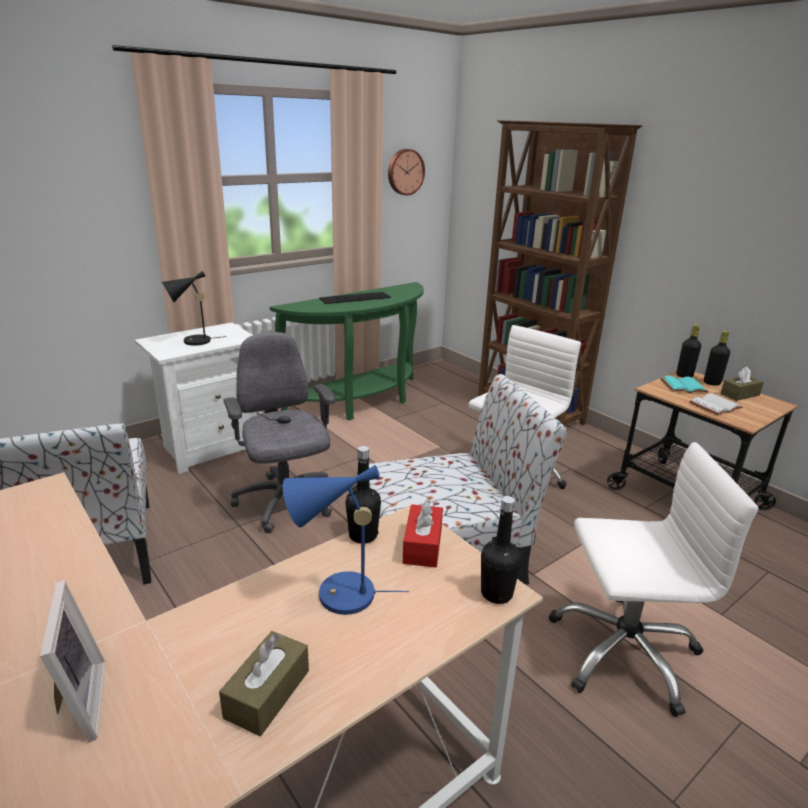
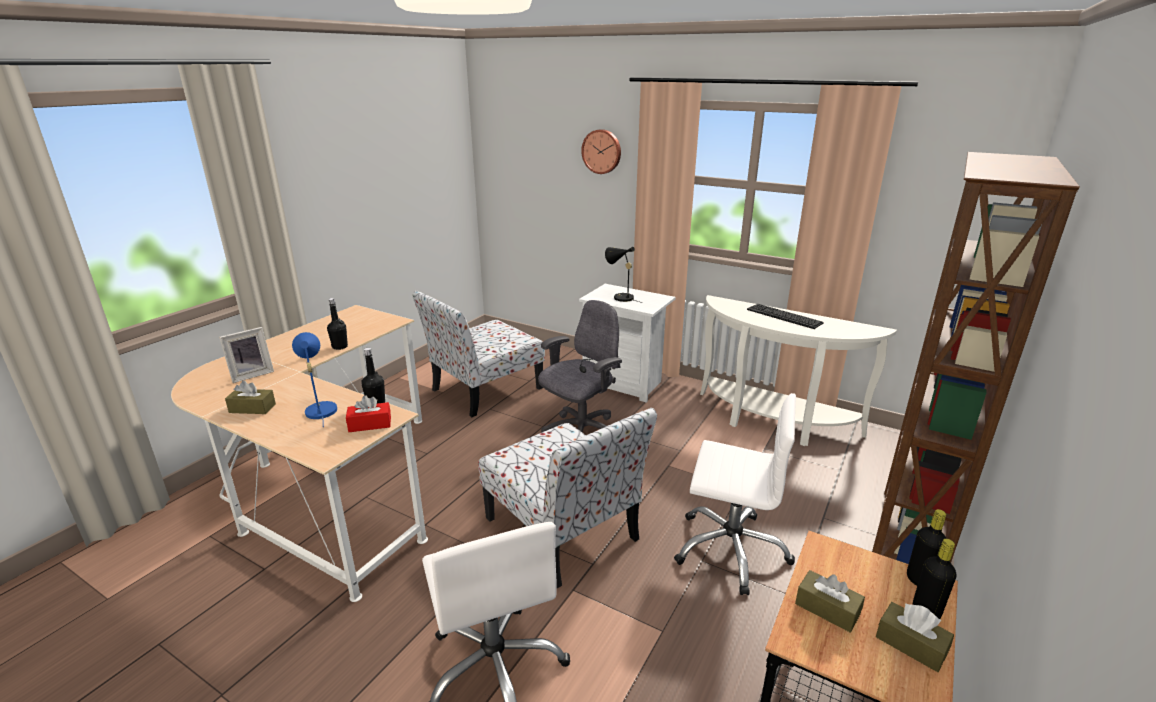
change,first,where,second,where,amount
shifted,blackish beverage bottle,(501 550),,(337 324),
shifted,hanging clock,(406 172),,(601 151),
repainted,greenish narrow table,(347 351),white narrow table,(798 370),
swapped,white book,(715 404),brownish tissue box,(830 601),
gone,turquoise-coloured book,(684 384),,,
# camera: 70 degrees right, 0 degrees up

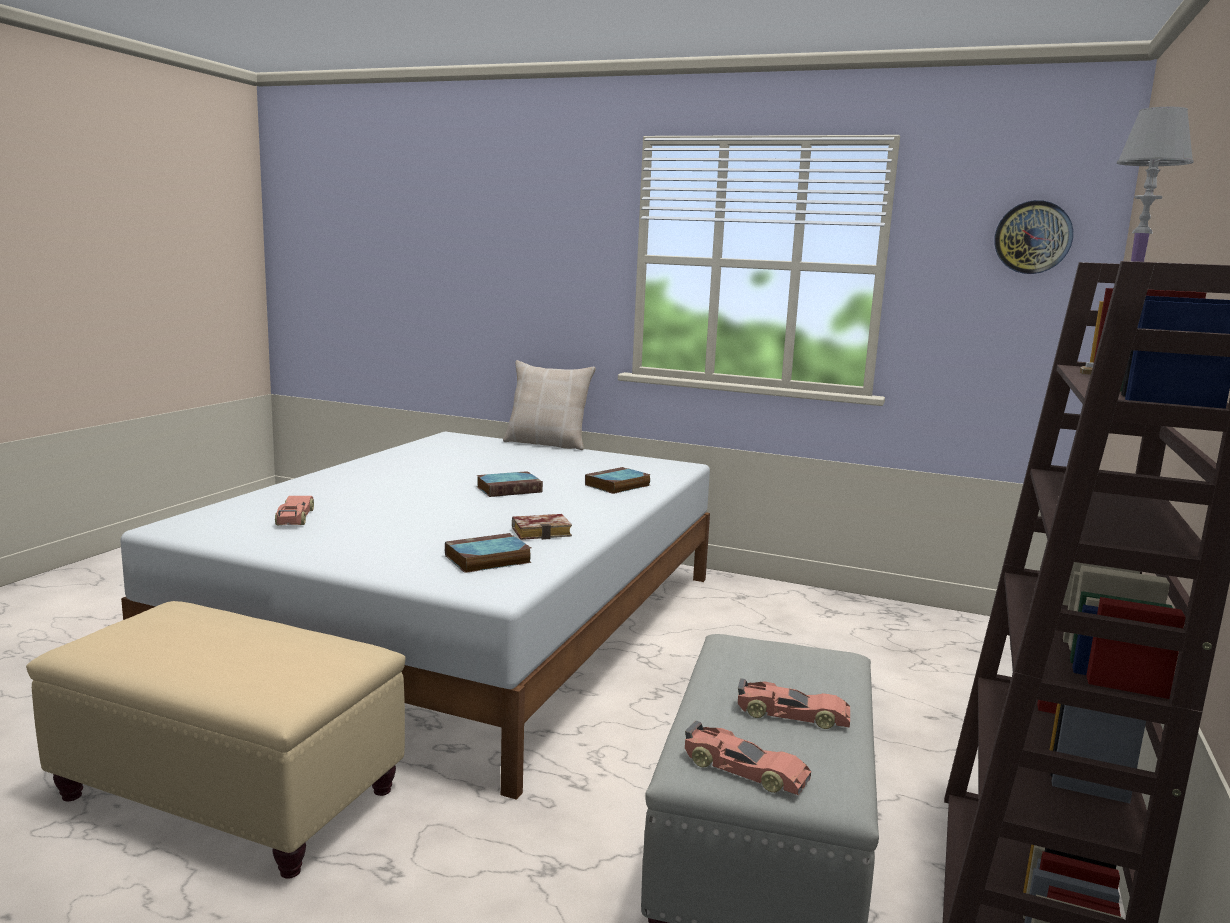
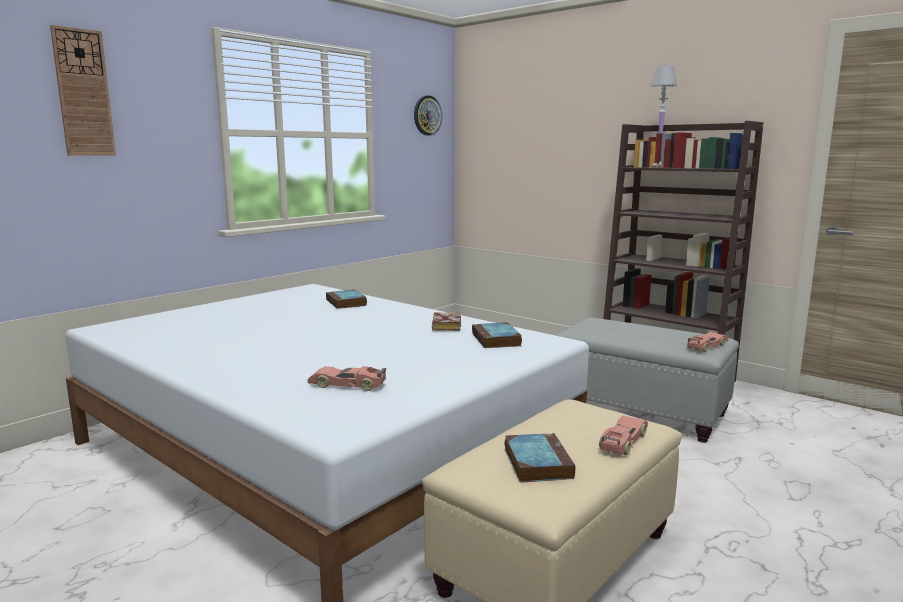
change,first,where,second,where,amount
new,,,hanging clock,(83 90),
shifted,book,(509 484),,(539 458),
shifted,model car,(794 703),,(623 435),
gone,beige cushion,(549 405),,,
# camera: 70 degrees left, 0 degrees up

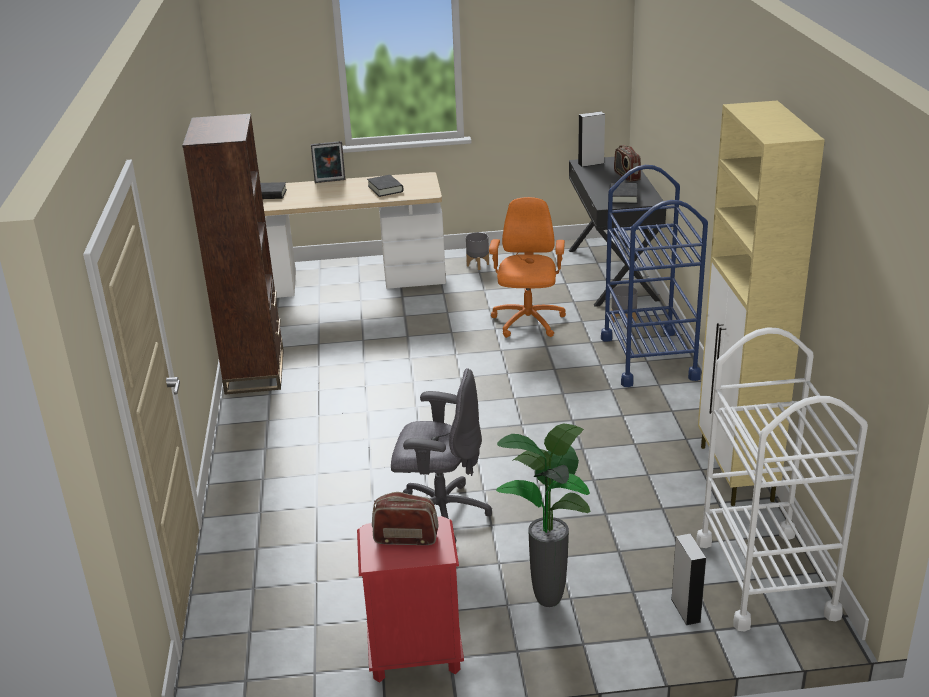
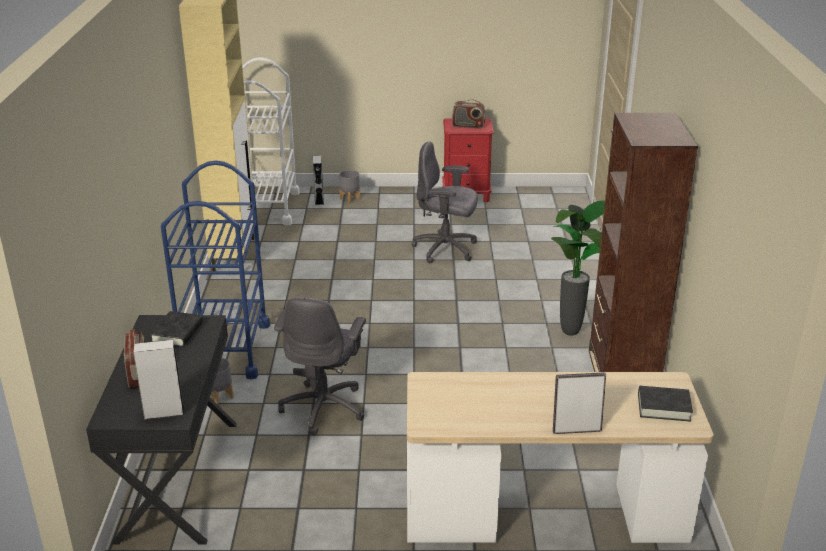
change,first,where,second,where,amount
repainted,orange desk chair,(527 267),grey desk chair,(320 366),
shifted,grey planter,(477 251),,(349 187),
shifted,potted plant,(543 515),,(578 267),
gone,blackish book,(385 186),,,
# camera: 175 degrees left, 0 degrees up

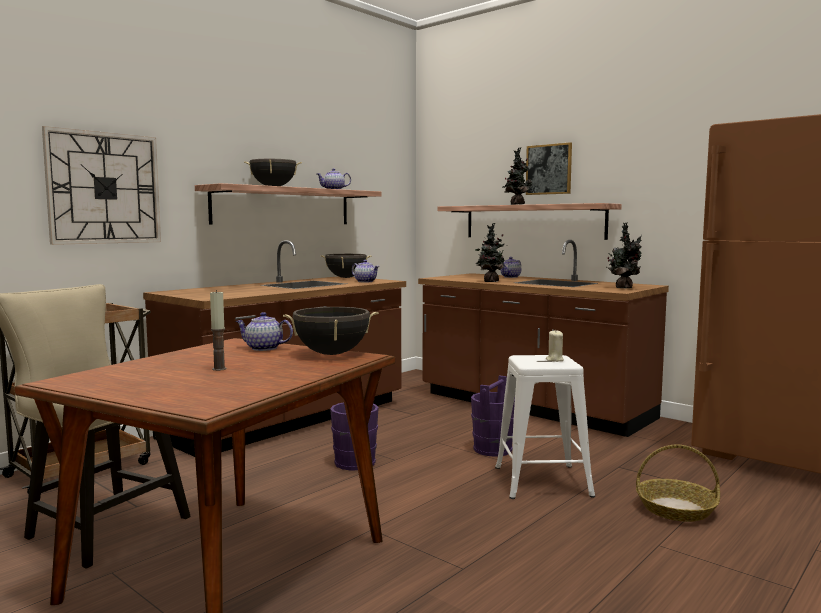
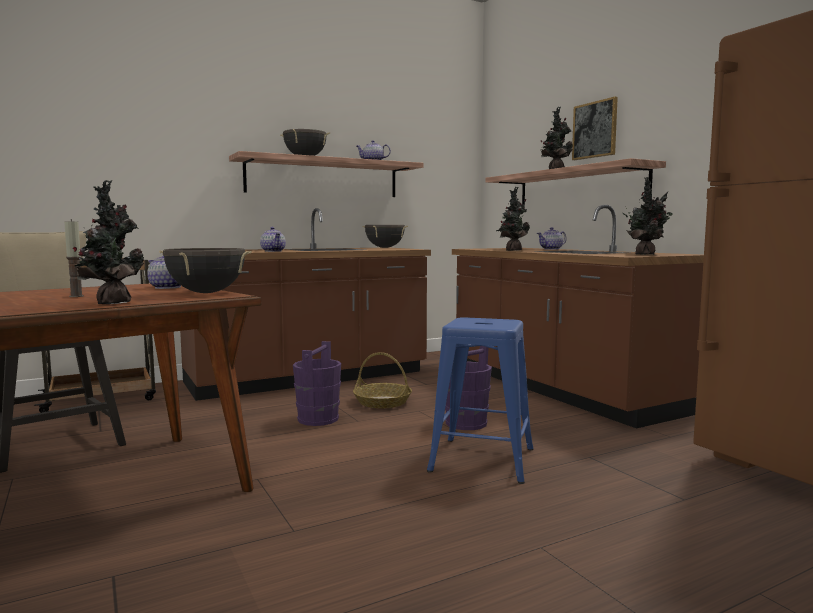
change,first,where,second,where,amount
new,,,potted plant,(108 242),
shifted,tea pot,(365 271),,(273 239),
shifted,household basket,(678 483),,(382 380),
repainted,white stool,(545 427),blue-coloured stool,(480 400),
gone,hanging clock,(101 185),,,
gone,beige candle,(555 346),,,
# camera: 20 degrees right, 0 degrees up

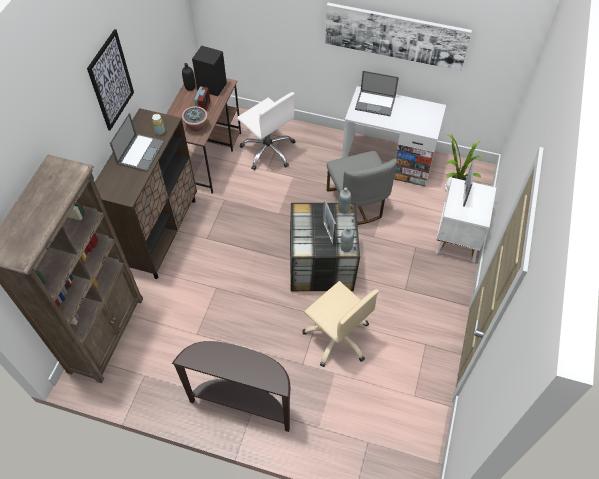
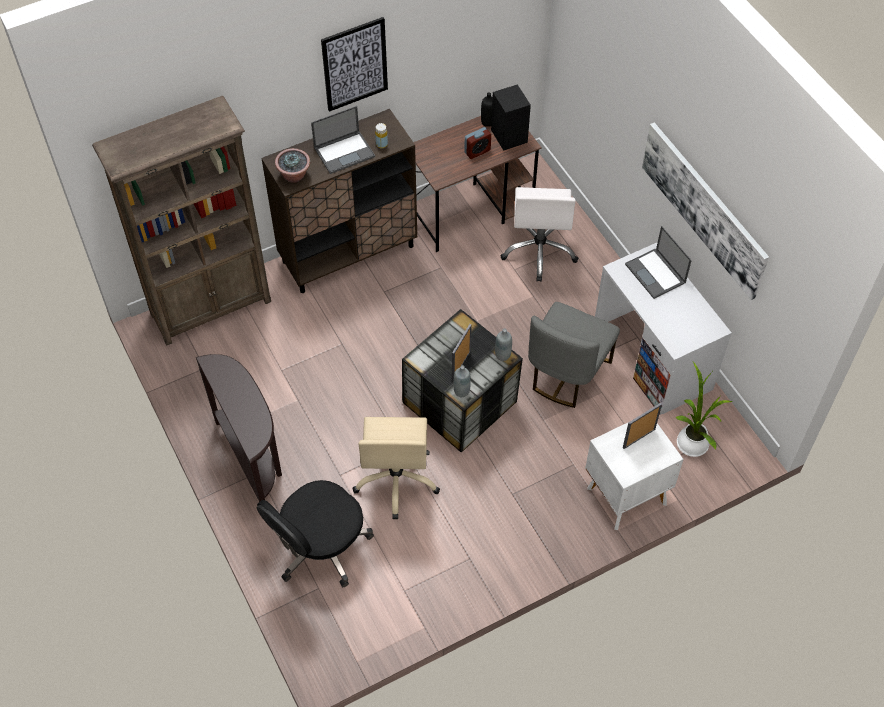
change,first,where,second,where,amount
new,,,blackish desk chair,(315 533),
shifted,potted plant,(195 119),,(292 165),
# camera: 45 degrees right, 0 degrees up

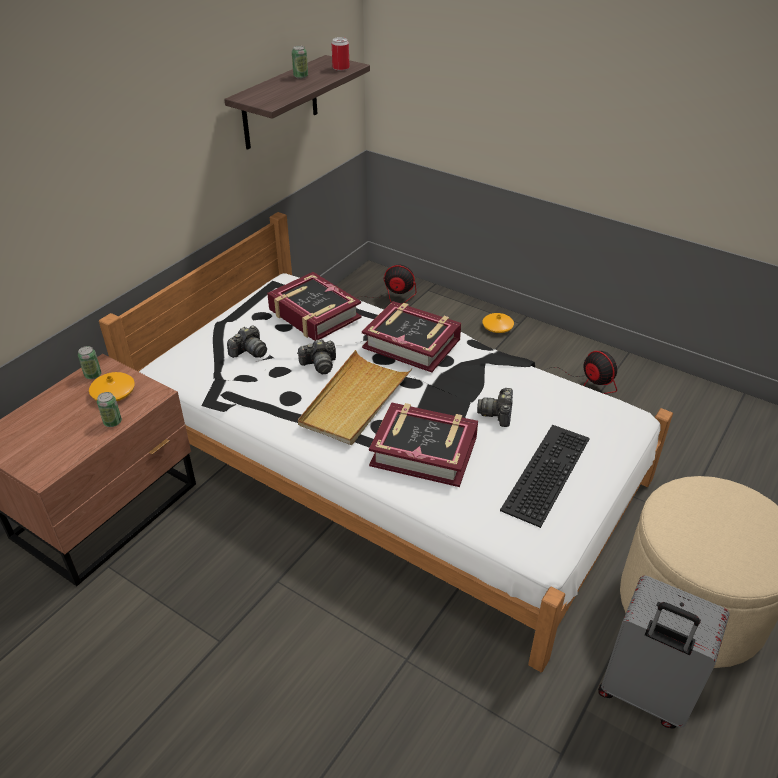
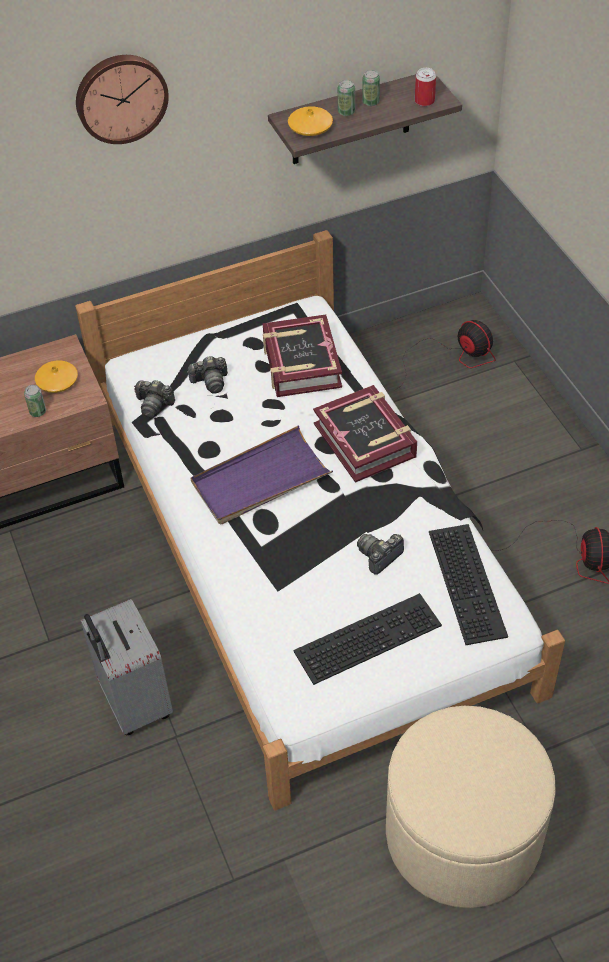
change,first,where,second,where,amount
new,,,hanging clock,(122 99),
shifted,grey suitcase,(664 652),,(126 667),
shifted,still camera,(316 356),,(154 399),
repainted,beige carrying tray,(355 397),purplish carrying tray,(262 474),
shifted,orange vase,(498 323),,(310 121),
shifted,can,(89 362),,(346 98),
new,,,computer keyboard,(468 584),
gone,book,(423 444),,,
# camera: 35 degrees right, 10 degrees up

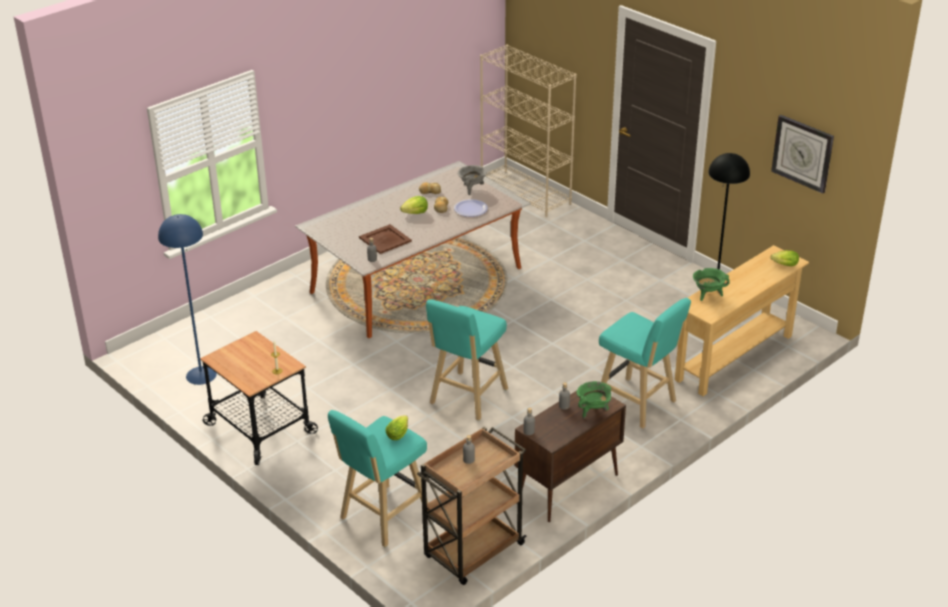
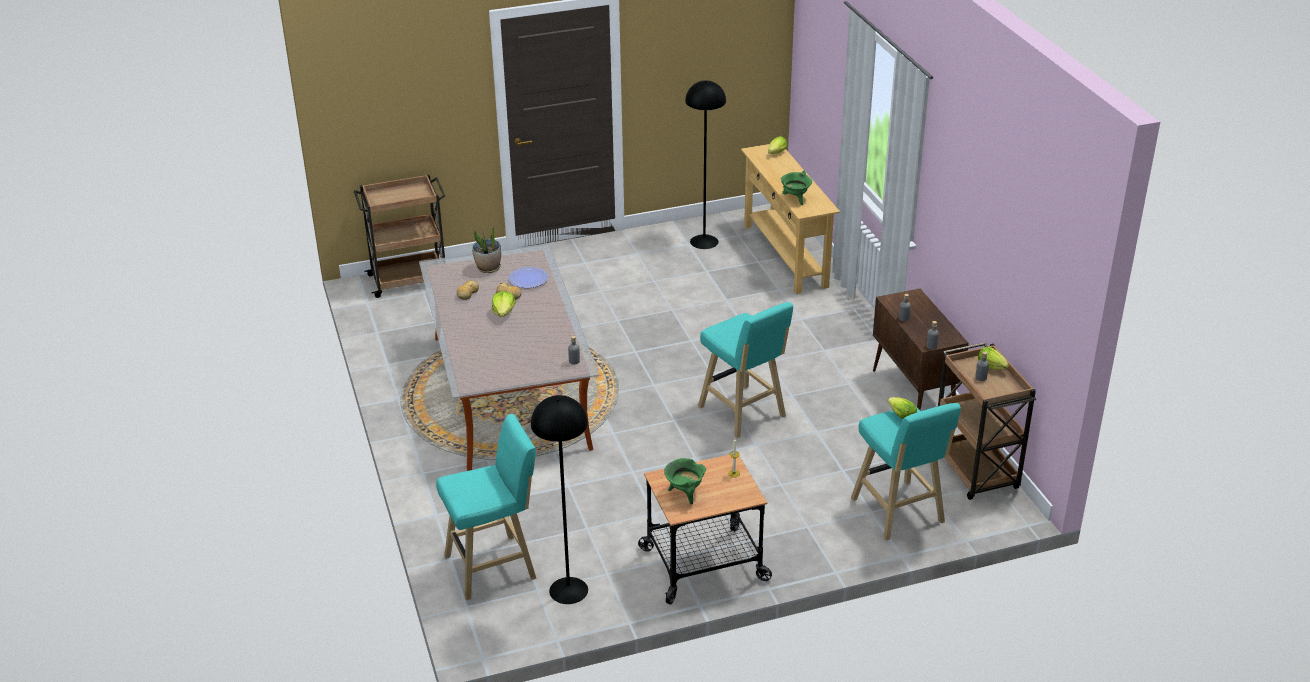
change,first,where,second,where,amount
swapped,beige bookcase,(528 131),brownish wheeled cart,(399 236),
shifted,turquoise-coloured stool,(645 363),,(486 507),
swapped,grey stockpot,(472 180),potted plant,(486 249),
repainted,blue-coloured standard lamp,(187 299),blackish standard lamp,(559 499),
shifted,greenish stockpot,(594 400),,(685 481),
new,,,lettuce head,(993 358),
gone,brownish carrying tray,(385 239),,,
gone,hanging clock,(802 154),,,
# camera: 65 degrees left, 0 degrees up

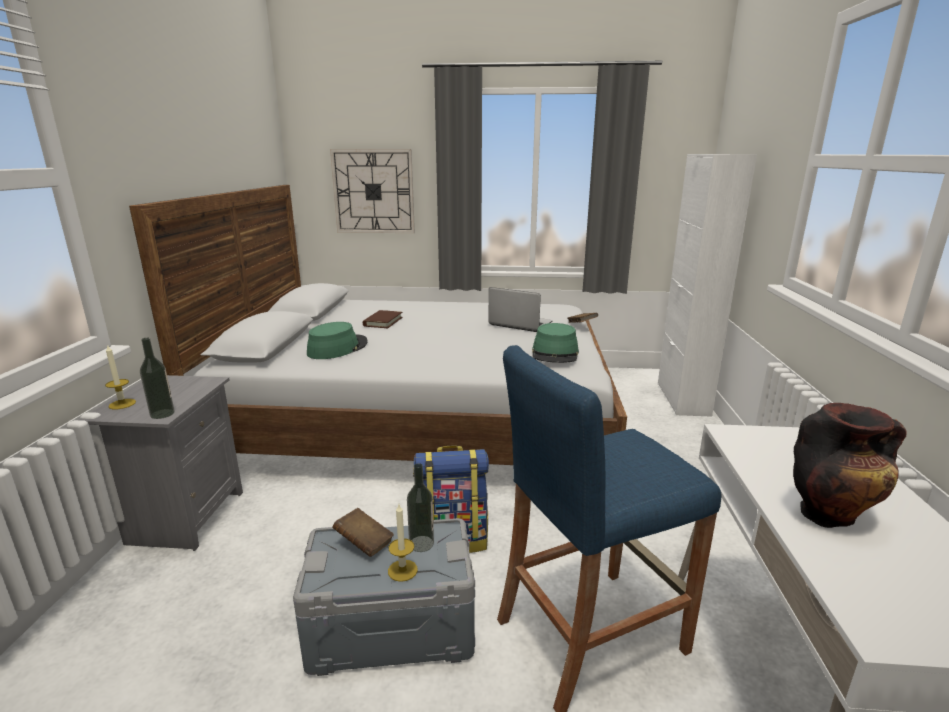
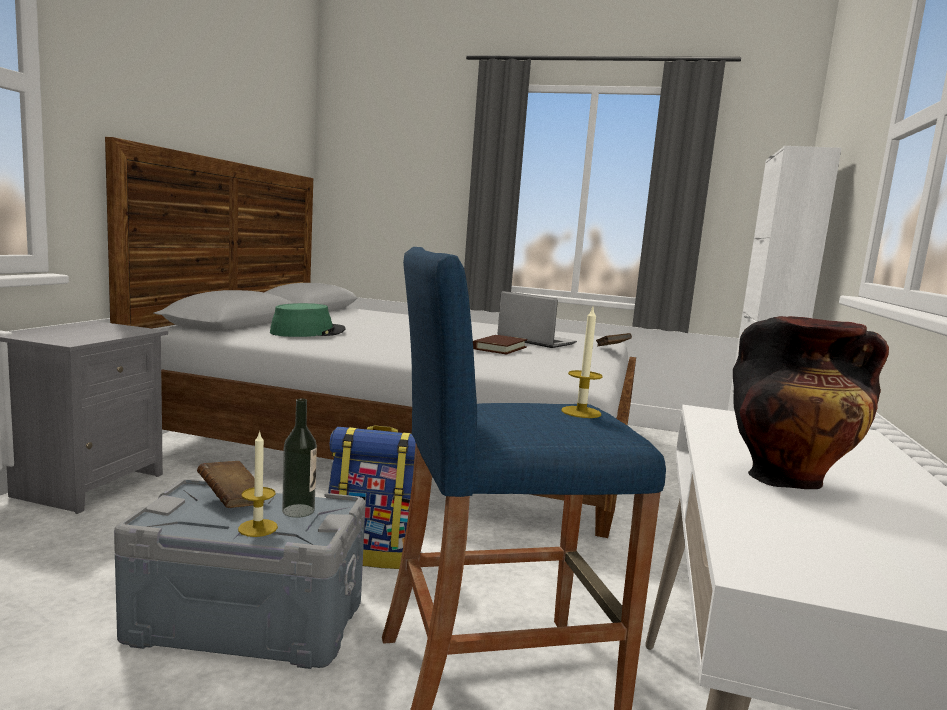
change,first,where,second,where,amount
shifted,brownish book,(383 319),,(500 344),
shifted,candle,(120 376),,(582 363),
gone,beverage bottle,(157 378),,,
gone,hanging clock,(372 191),,,
gone,greenish wearable hat,(555 343),,,
# camera: 10 degrees right, 10 degrees down

